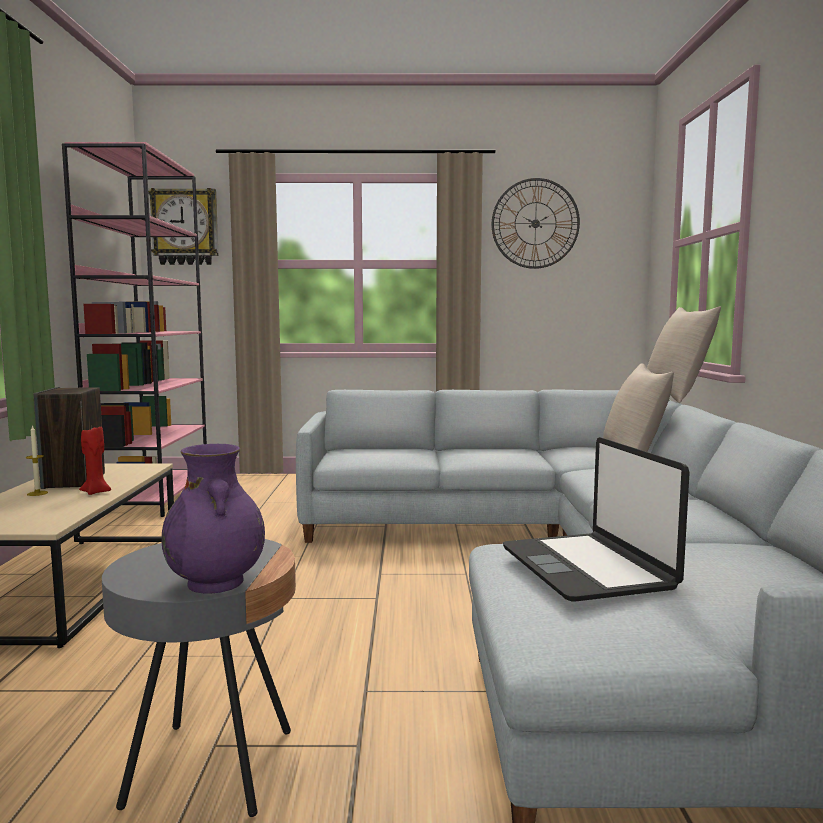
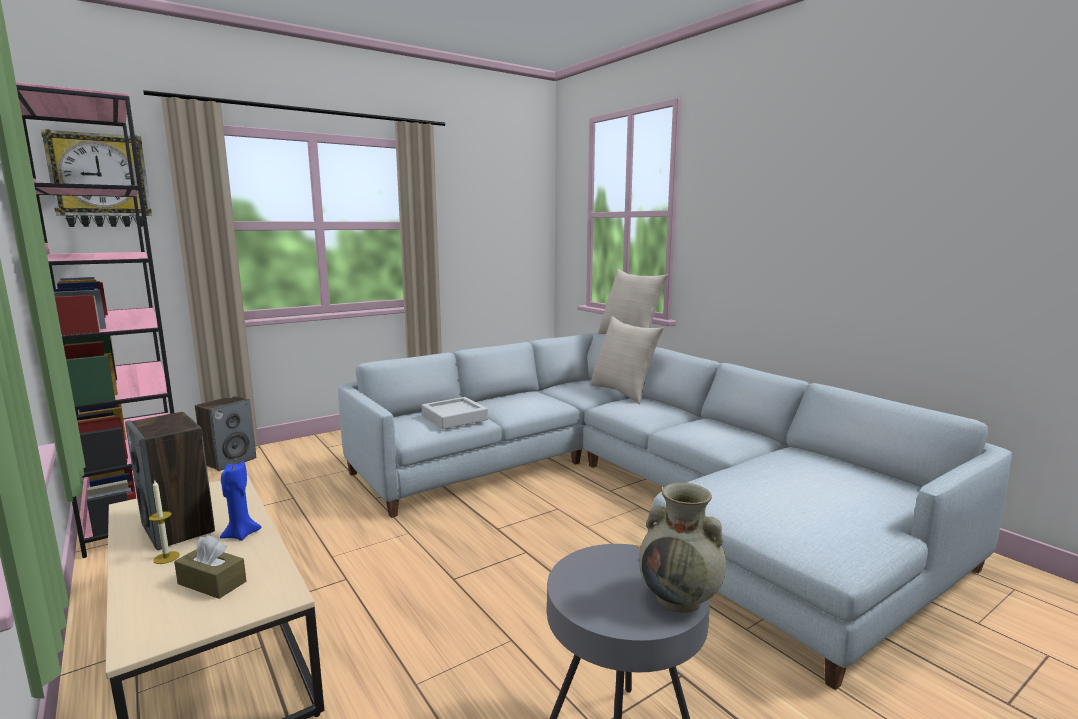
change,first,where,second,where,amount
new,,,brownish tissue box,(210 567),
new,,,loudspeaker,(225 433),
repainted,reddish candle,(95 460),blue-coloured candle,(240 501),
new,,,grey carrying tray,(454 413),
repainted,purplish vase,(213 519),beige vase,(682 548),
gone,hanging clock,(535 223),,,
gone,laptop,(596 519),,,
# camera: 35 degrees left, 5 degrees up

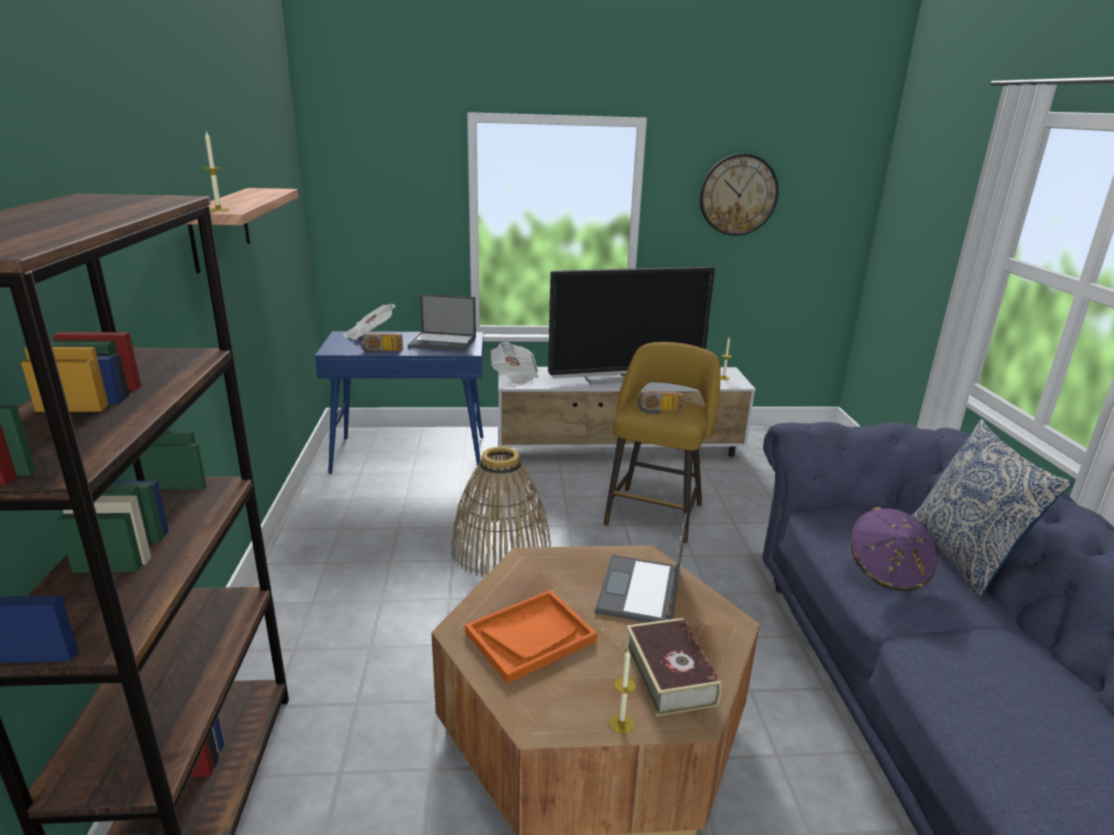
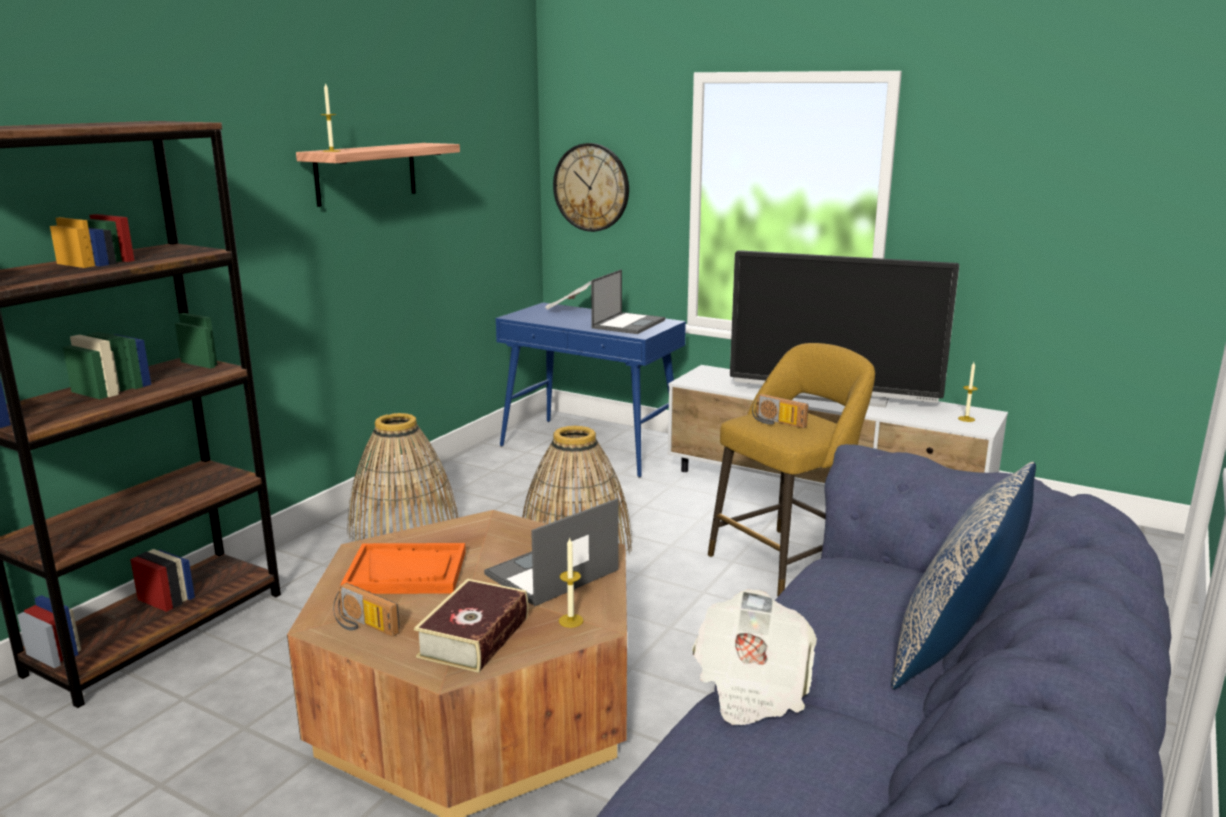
change,first,where,second,where,amount
shifted,radio receiver,(382 343),,(366 610),
new,,,household basket,(402 477),
shifted,hanging clock,(739 194),,(591 187),
shifted,candle,(622 692),,(571 583),
rotated,laptop,(442 323),,(628 301),105 degrees counterclockwise
shifted,newspaper,(515 364),,(754 657),
gone,purplish wearable hat,(894 549),,,
# camera: 35 degrees right, 5 degrees down

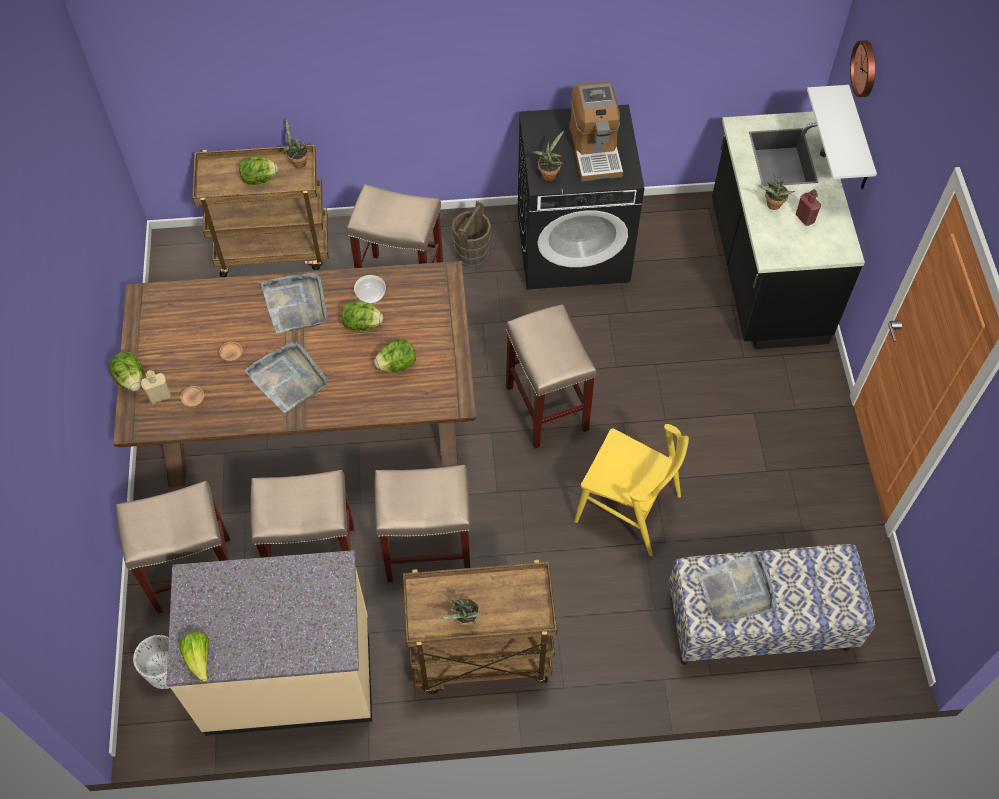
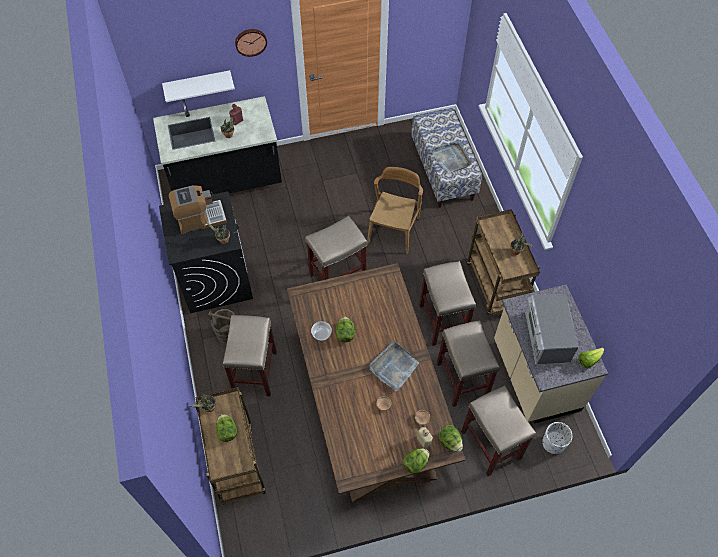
change,first,where,second,where,amount
shifted,hanging clock,(862 68),,(251 43),
repainted,yellow-coloured upright chair,(631 490),brownish upright chair,(395 210),
shifted,lettuce head,(395 355),,(450 438),
new,,,kitchen microwave,(552 329),
gone,grey carrying tray,(294 303),,,
# camera: 100 degrees left, 0 degrees up

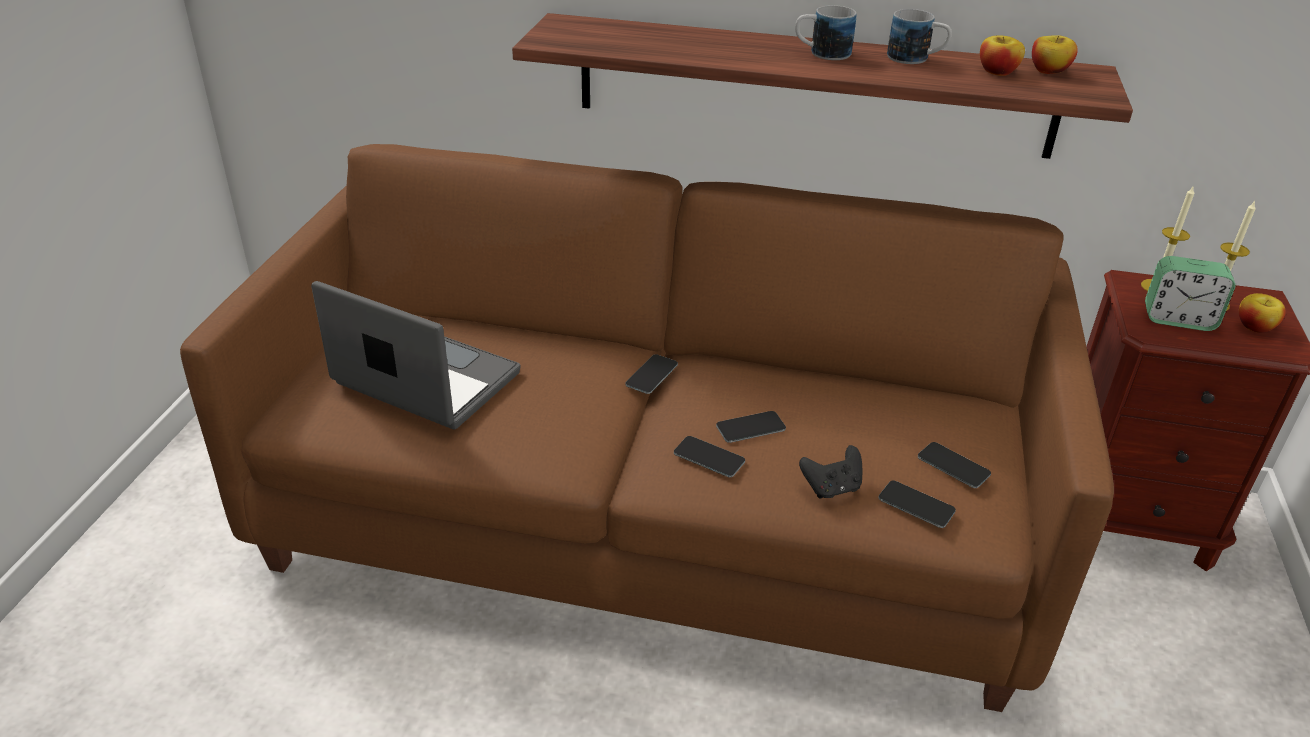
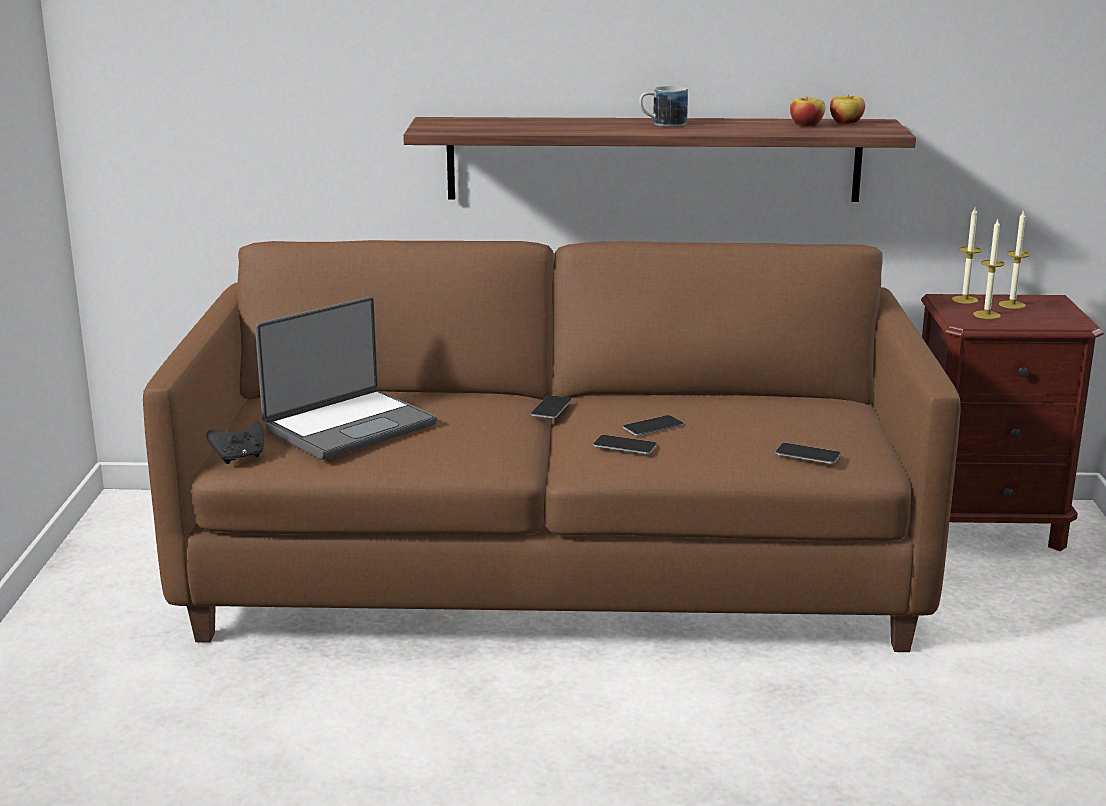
change,first,where,second,where,amount
shifted,blackish game controller,(830 472),,(235 442),
rotated,laptop,(415 355),,(346 378),120 degrees clockwise
swapped,bedside clock,(1190 293),candle,(988 269),
gone,coffee mug,(919 36),,,
gone,phone,(954 465),,,
gone,apple,(1262 313),,,
# camera: 10 degrees left, 15 degrees down

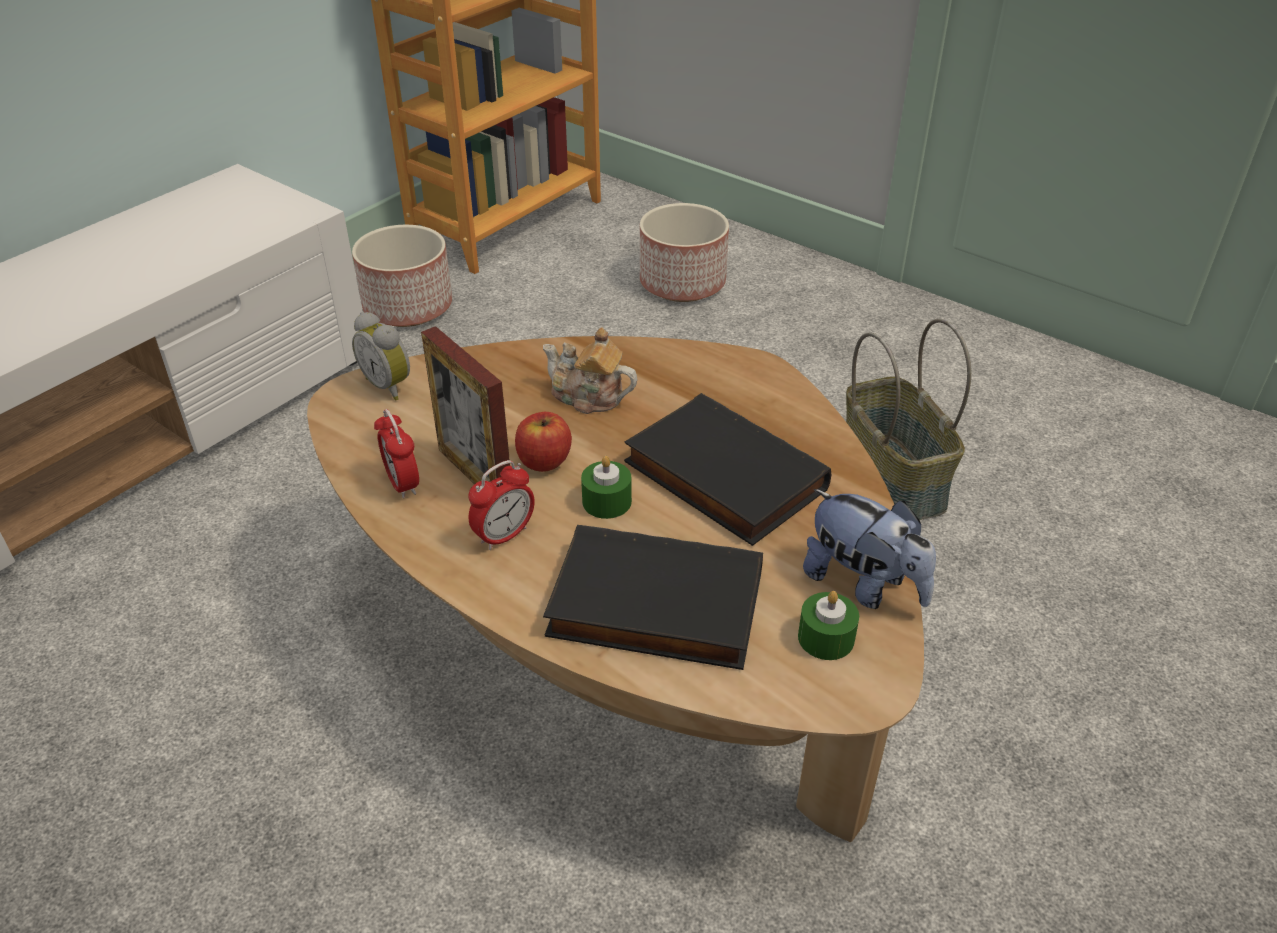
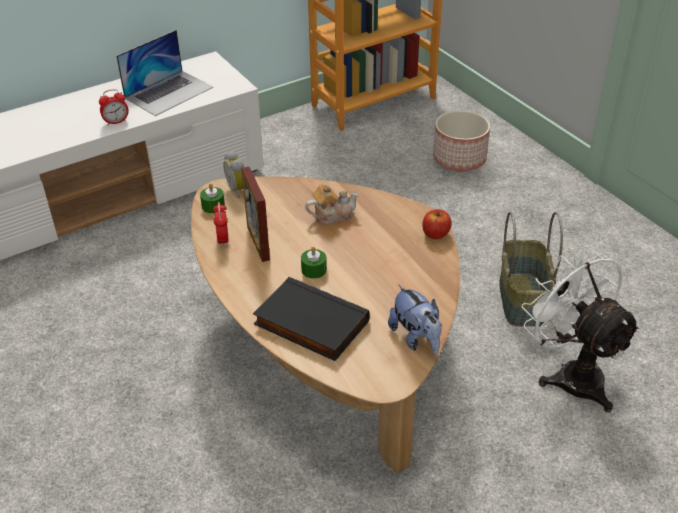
change,first,where,second,where,amount
shifted,bedside clock,(501 505),,(114 107),
new,,,laptop,(164 73),
shifted,greenish candle,(828 625),,(212 198),
rotated,tea pot,(590 370),,(332 204),120 degrees clockwise
shifted,apple,(543 442),,(437 224),
new,,,white cooling fan,(581 329),
gone,planter,(402 276),,,
gone,blackish book,(727 469),,,
# camera: 20 degrees right, 0 degrees up

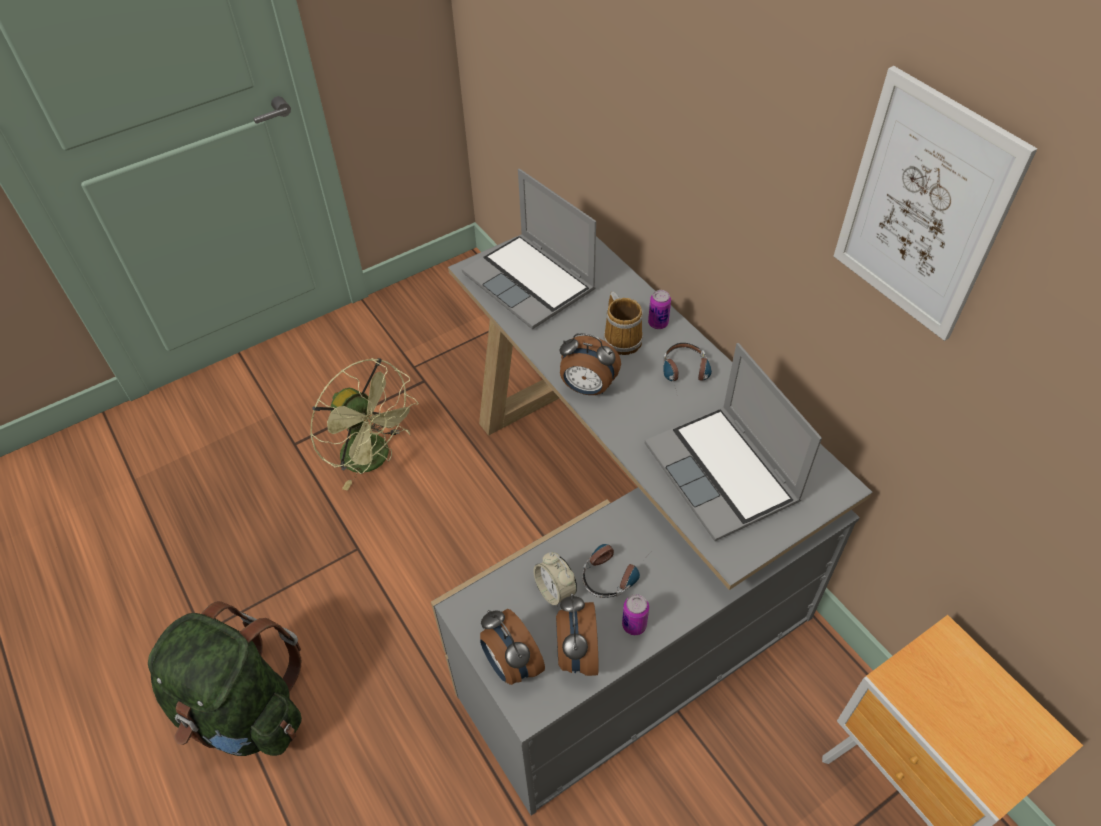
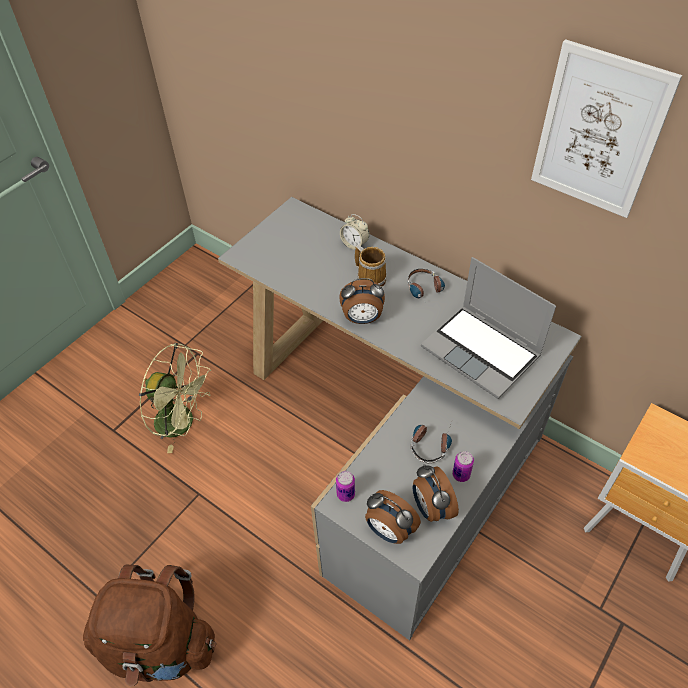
change,first,where,second,where,amount
repainted,greenish backpack,(225 678),brownish backpack,(149 625),
shifted,can,(659 309),,(345 486),
shifted,bedside clock,(555 579),,(354 231),
gone,laptop,(529 249),,,
# camera: 20 degrees left, 0 degrees up

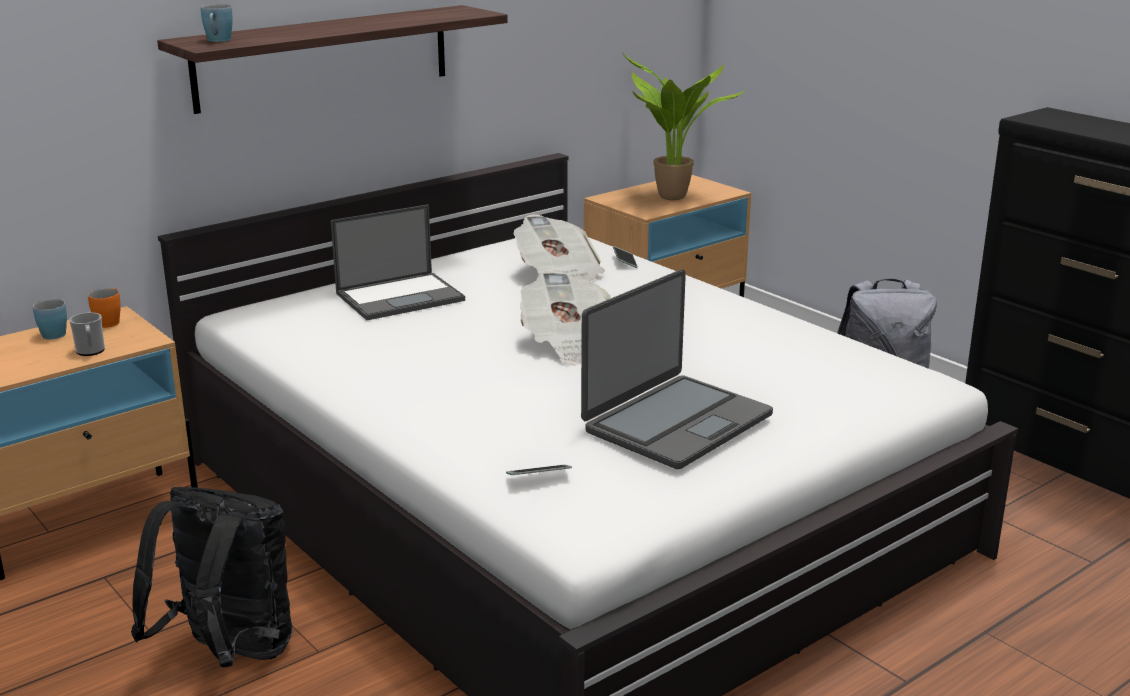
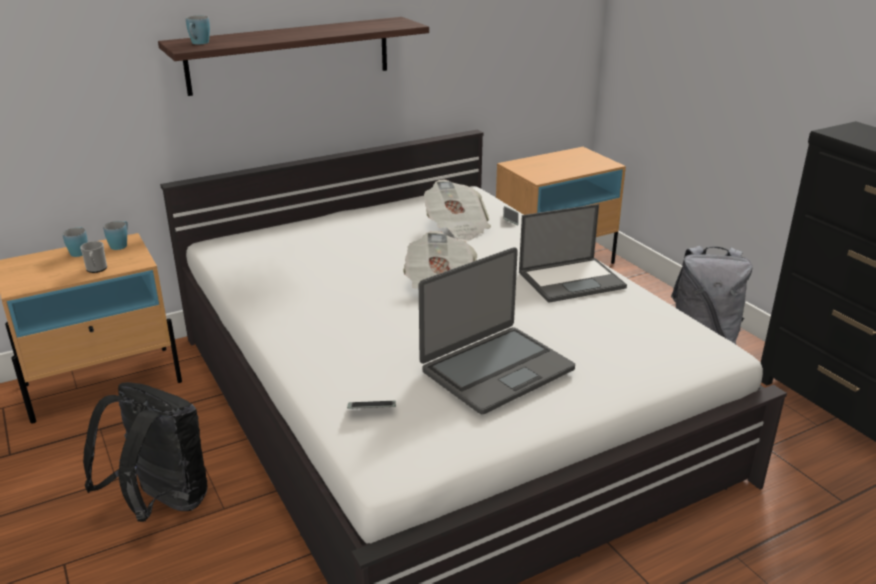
change,first,where,second,where,amount
repainted,orange coffee mug,(104 308),blue-coloured coffee mug,(115 235),
shifted,laptop,(398 262),,(573 253),
gone,potted plant,(683 125),,,
# camera: 10 degrees right, 5 degrees up

